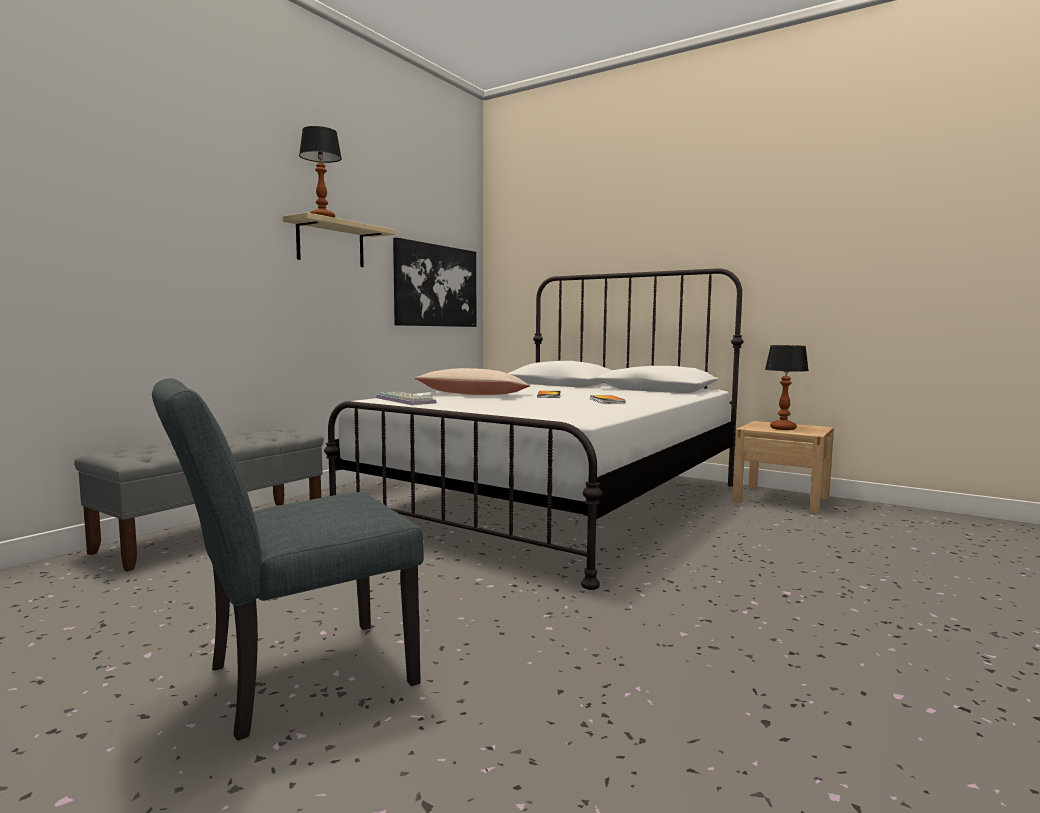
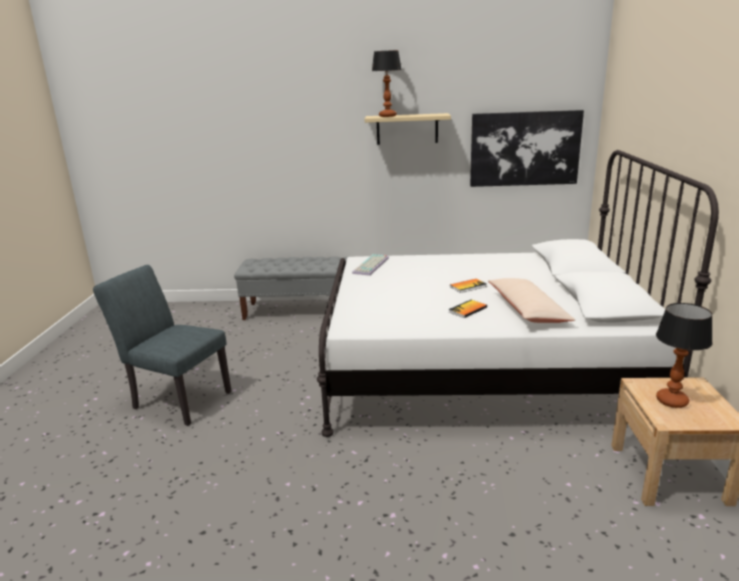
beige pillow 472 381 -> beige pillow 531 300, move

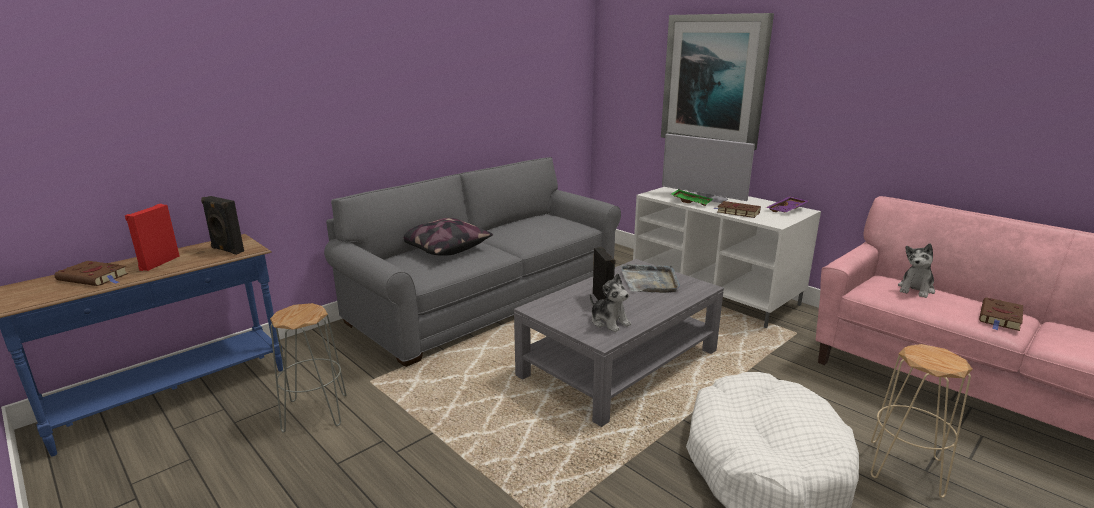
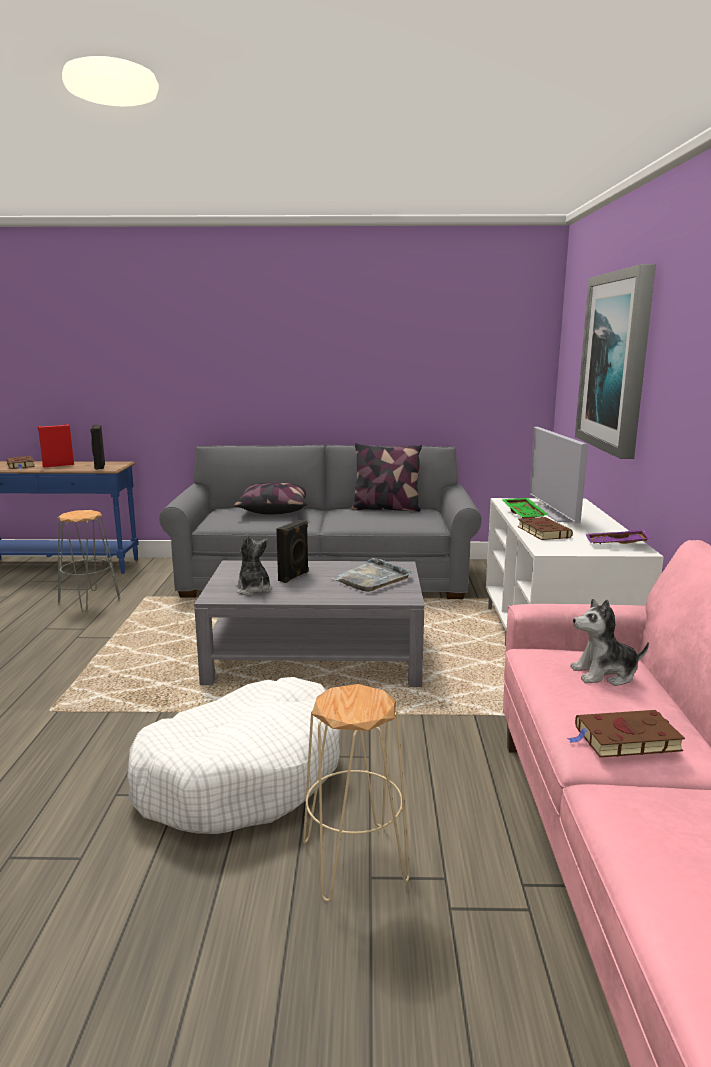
plush toy 610 302 -> plush toy 254 565, 150 degrees clockwise
none -> pillow 386 477

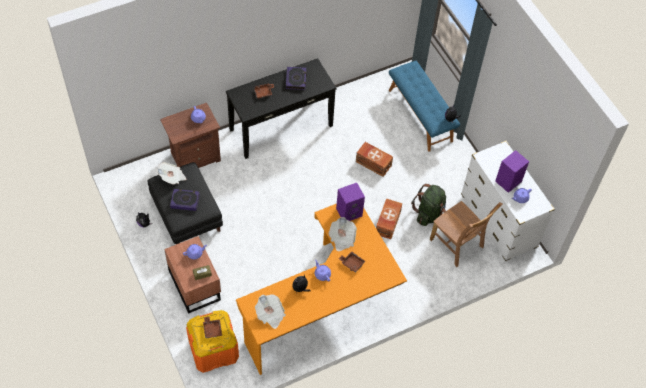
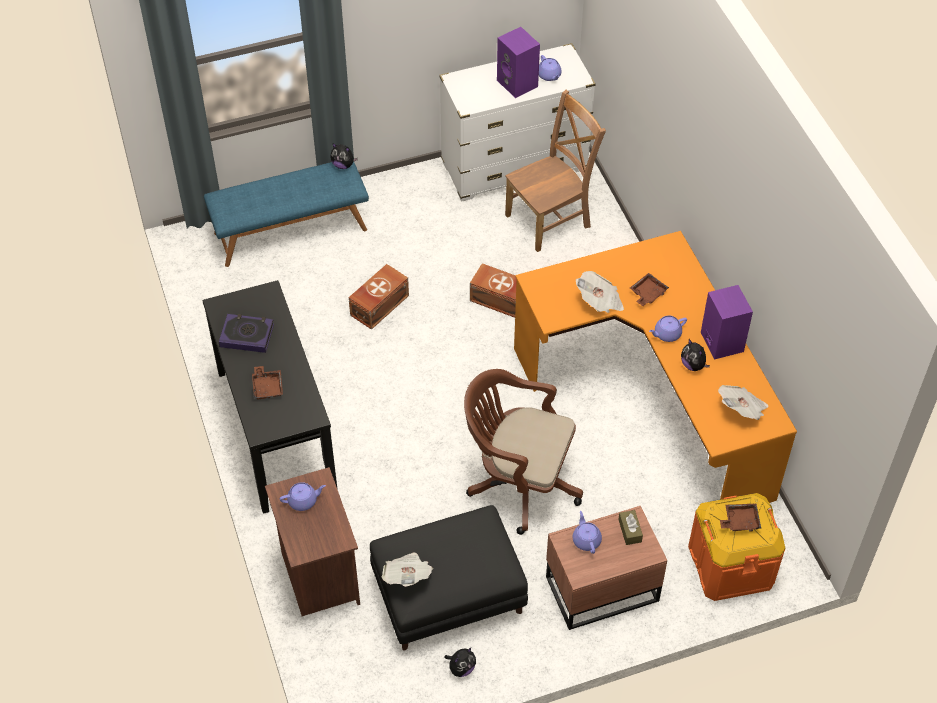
none -> brown office chair 523 452
purple speaker 350 202 -> purple speaker 727 322, move
book 185 200 -> none
green backpack 428 205 -> none

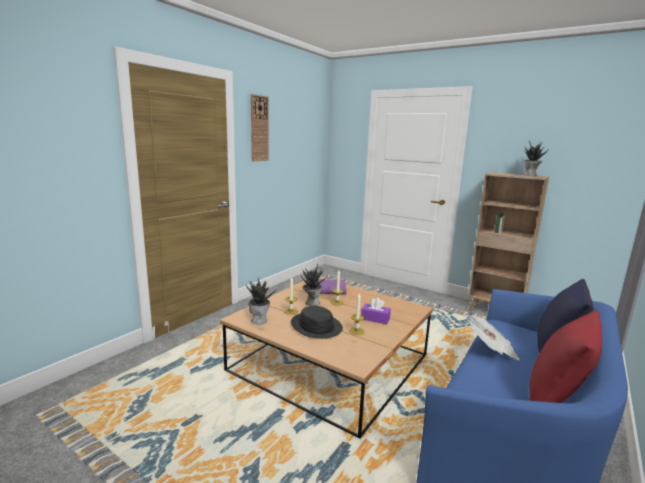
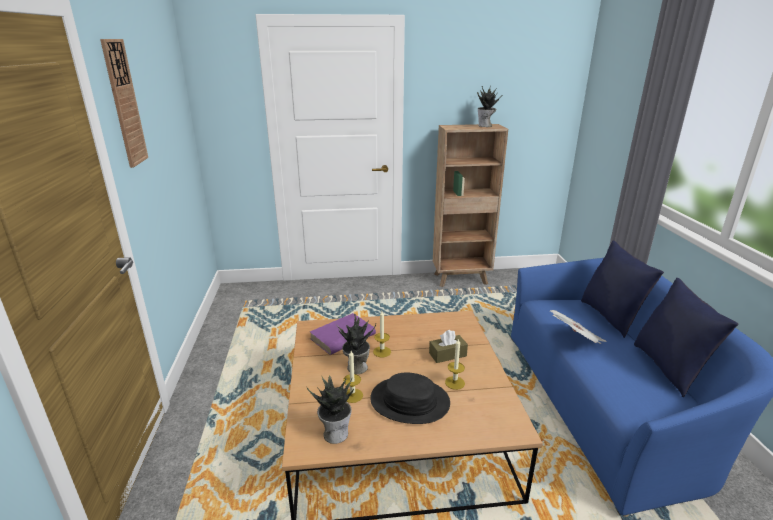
purple tissue box 376 311 -> brown tissue box 448 346
red pillow 565 357 -> blue pillow 686 337

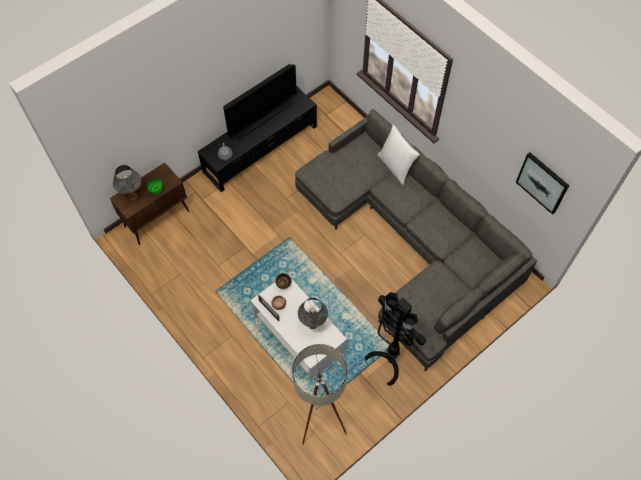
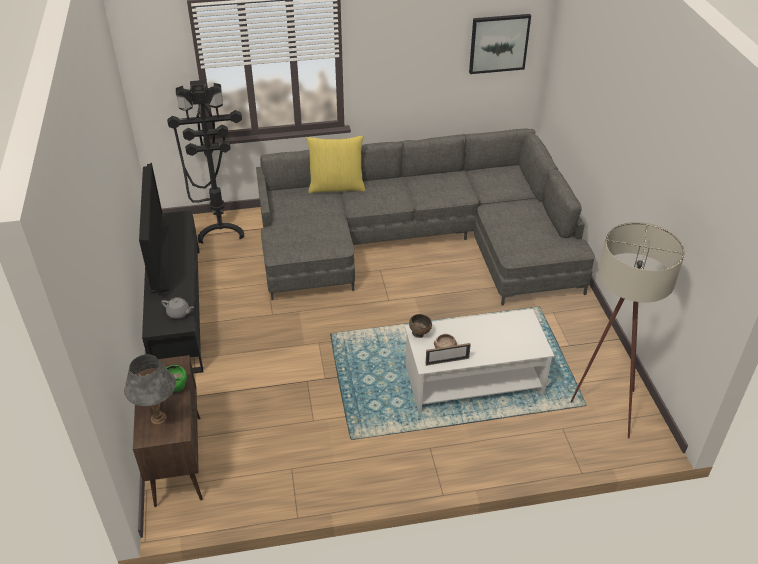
black floor lamp 395 339 -> black floor lamp 205 162, move
white pillow 399 154 -> yellow pillow 336 164
grey table lamp 313 313 -> none

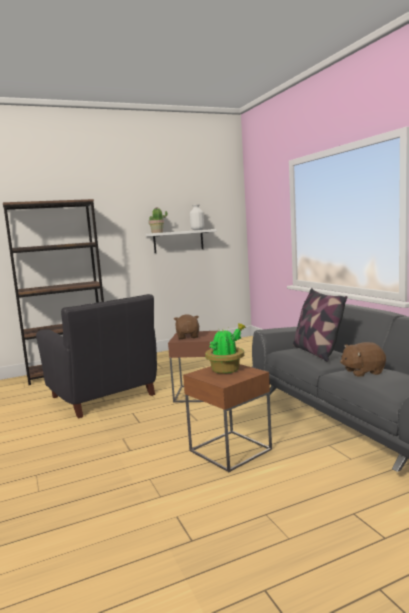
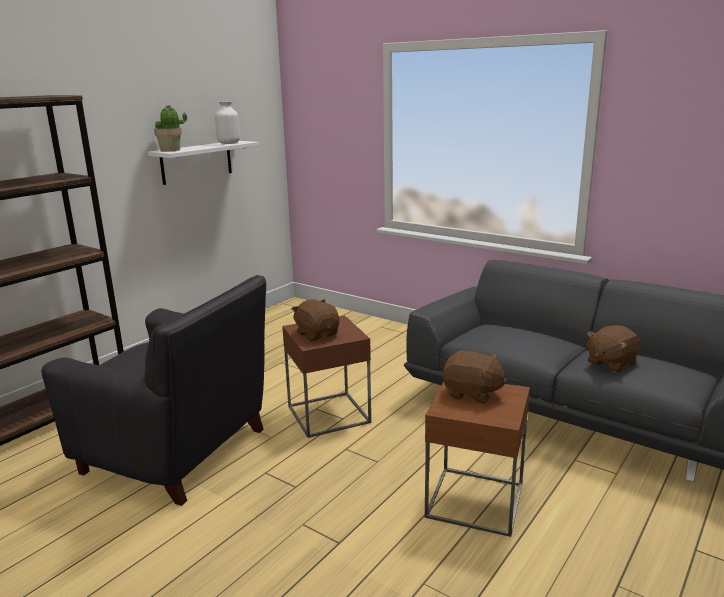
potted plant 225 348 -> brown plush toy 475 377
pillow 320 325 -> none

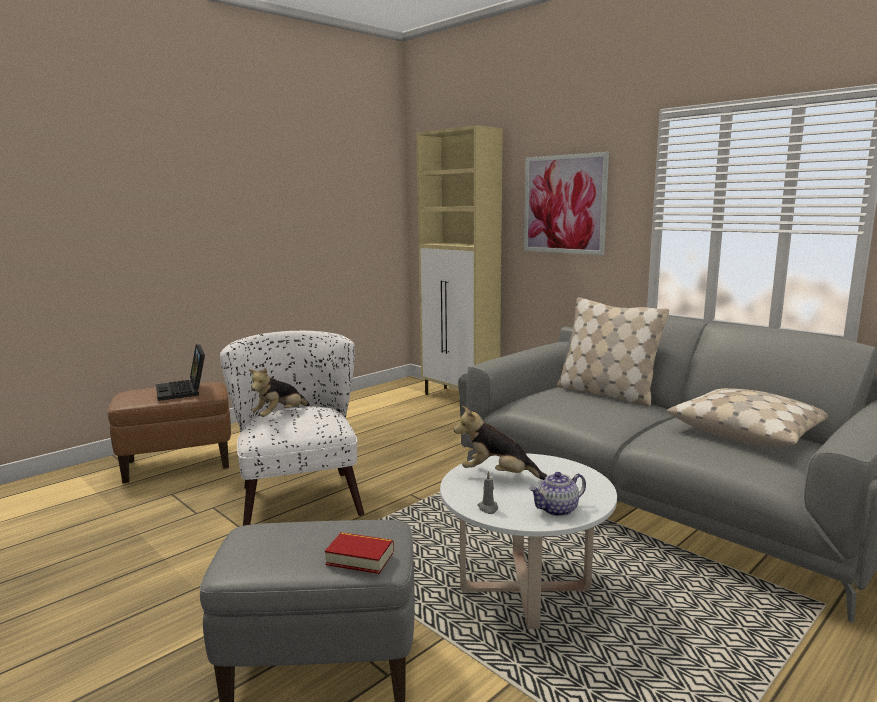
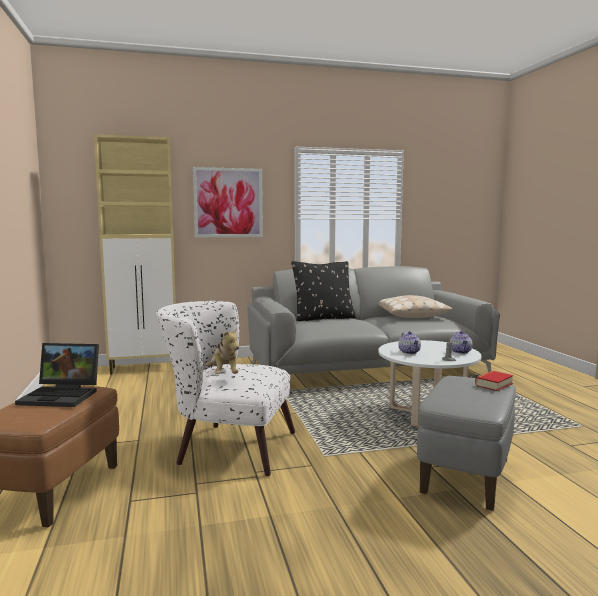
beige pillow 613 351 -> black pillow 323 291
plush toy 501 443 -> teapot 409 342

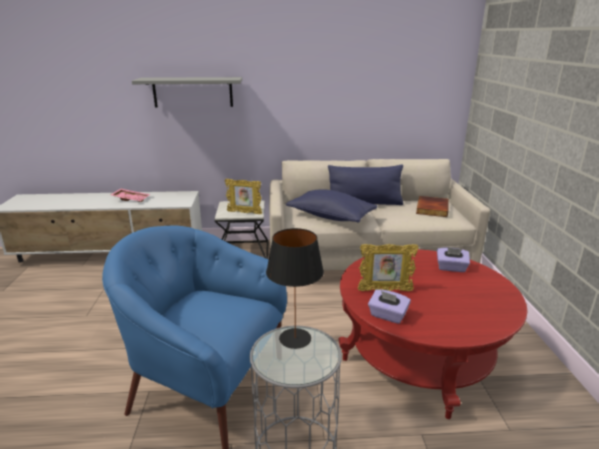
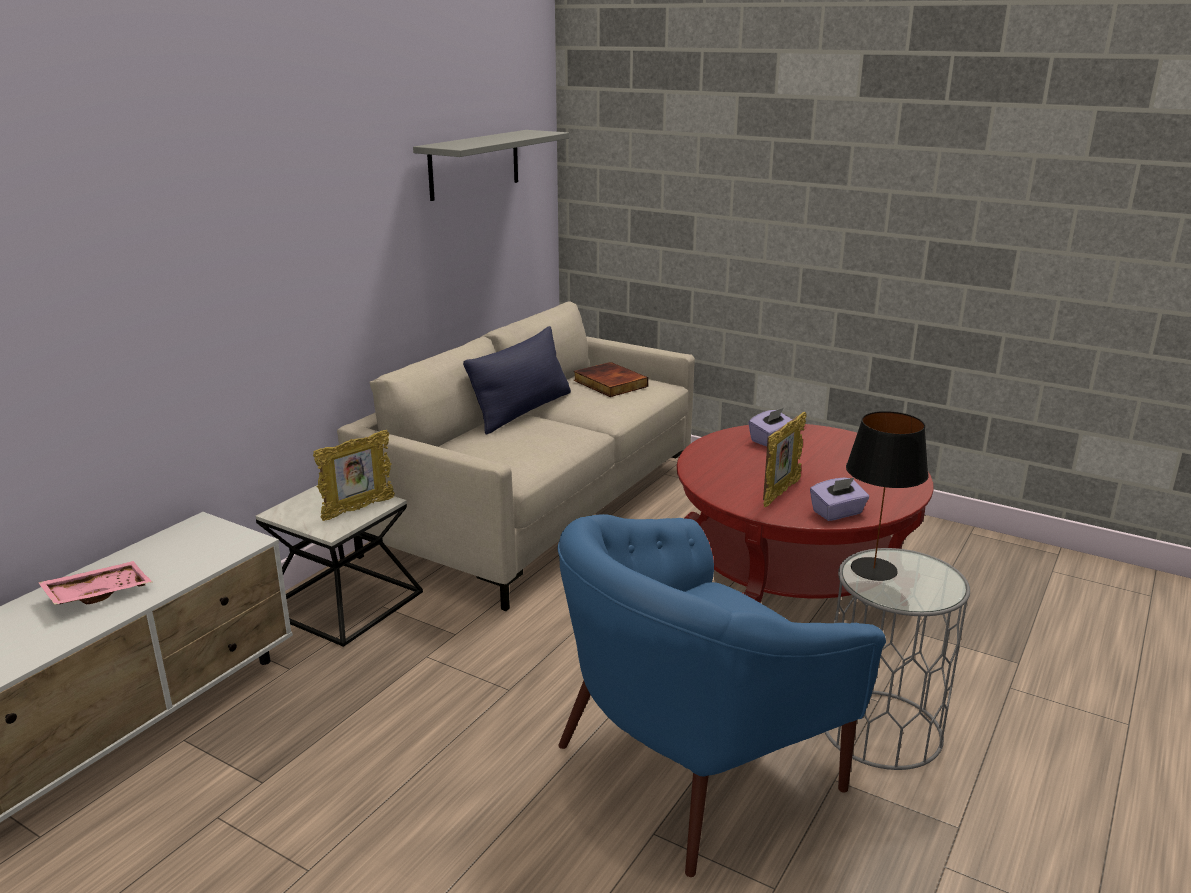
grey shelf 187 92 -> grey shelf 491 165, move
blue pillow 332 206 -> none

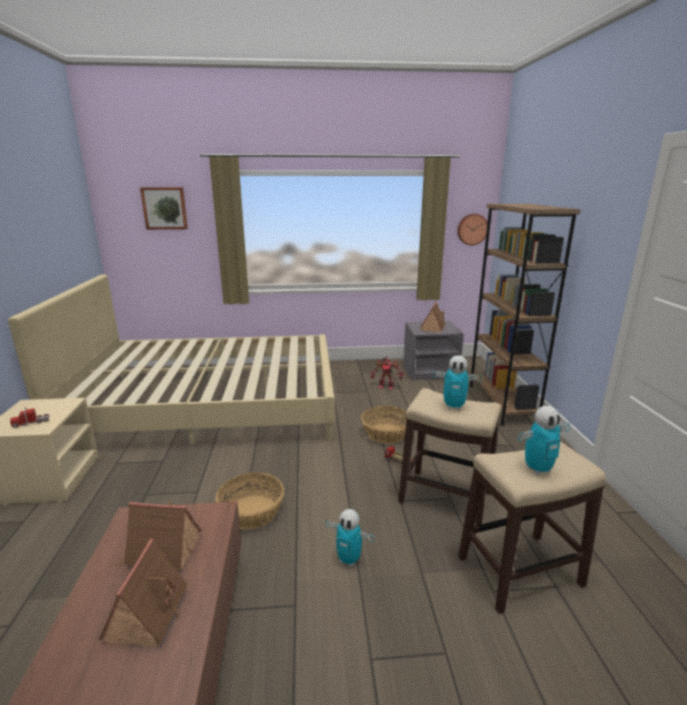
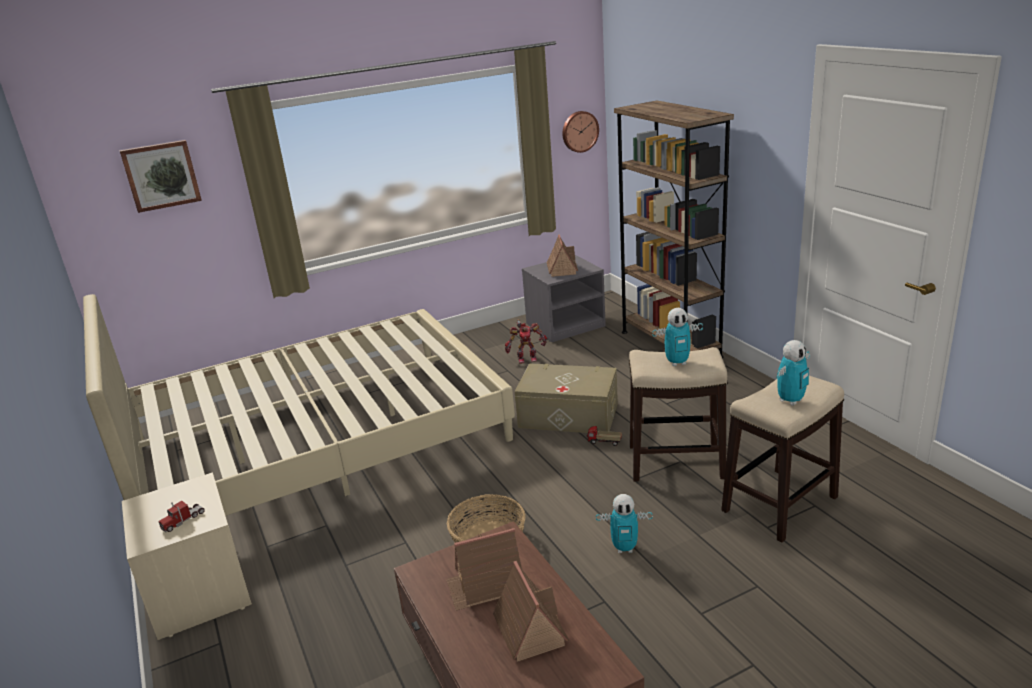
basket 384 425 -> beige storage box 566 398

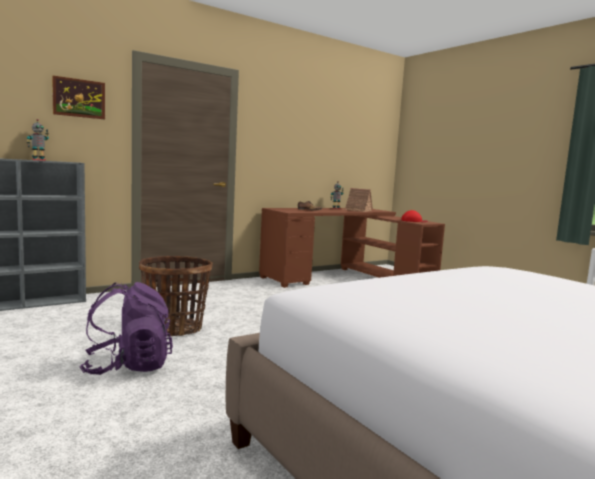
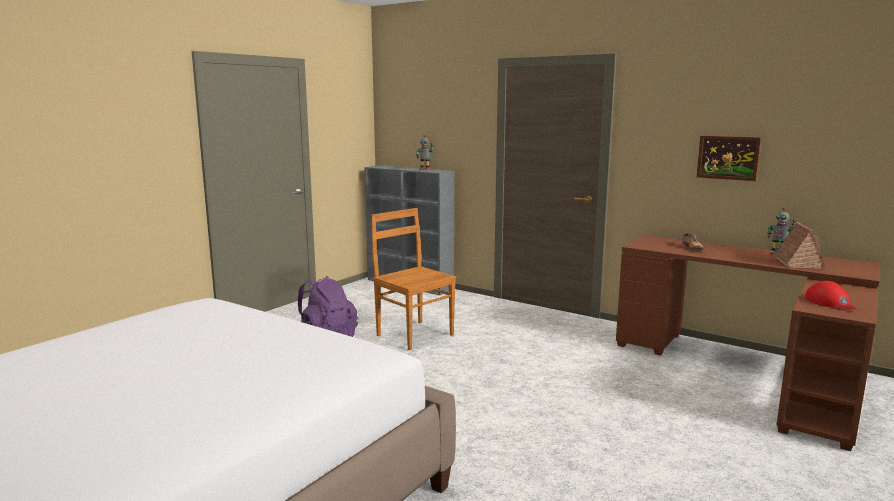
basket 176 296 -> brown chair 413 279
picture 78 97 -> picture 728 158, move

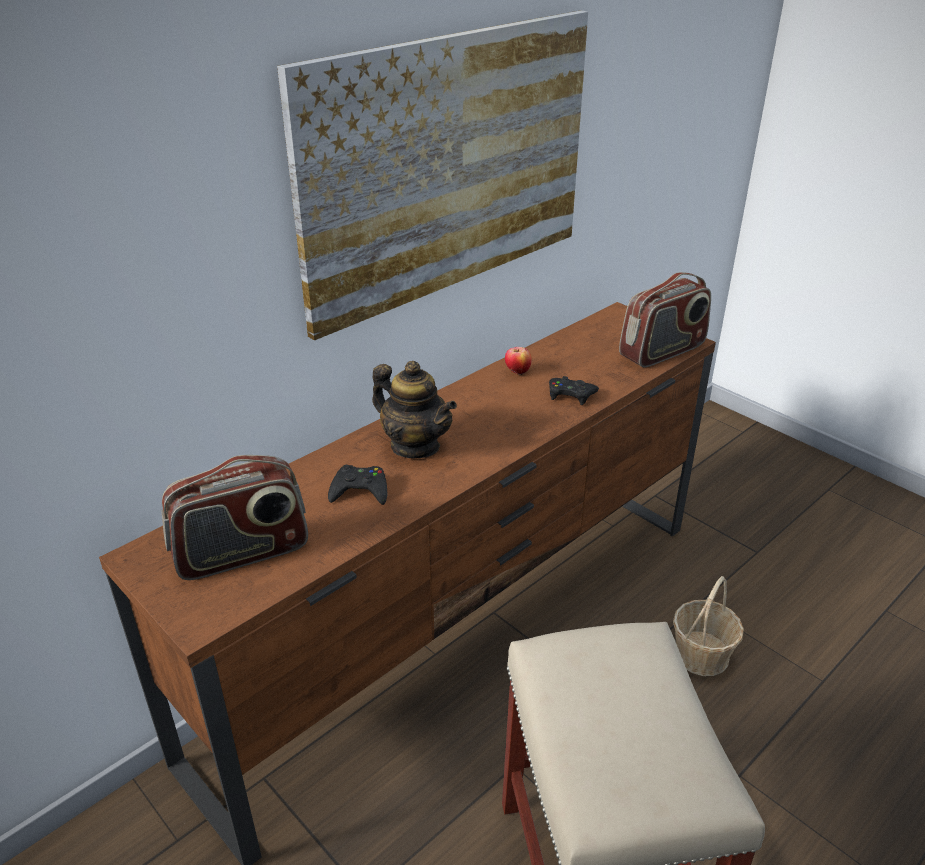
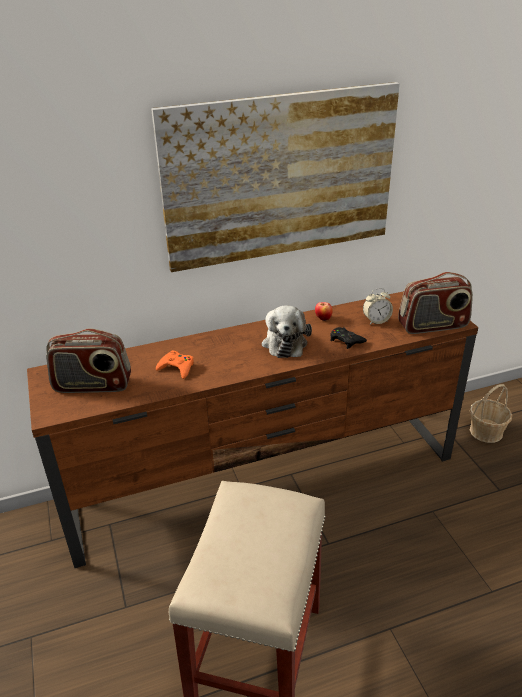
black game controller 357 485 -> orange game controller 175 364
none -> plush toy 287 331
none -> alarm clock 378 306
basket 708 626 -> basket 491 413, move
teapot 414 409 -> none

